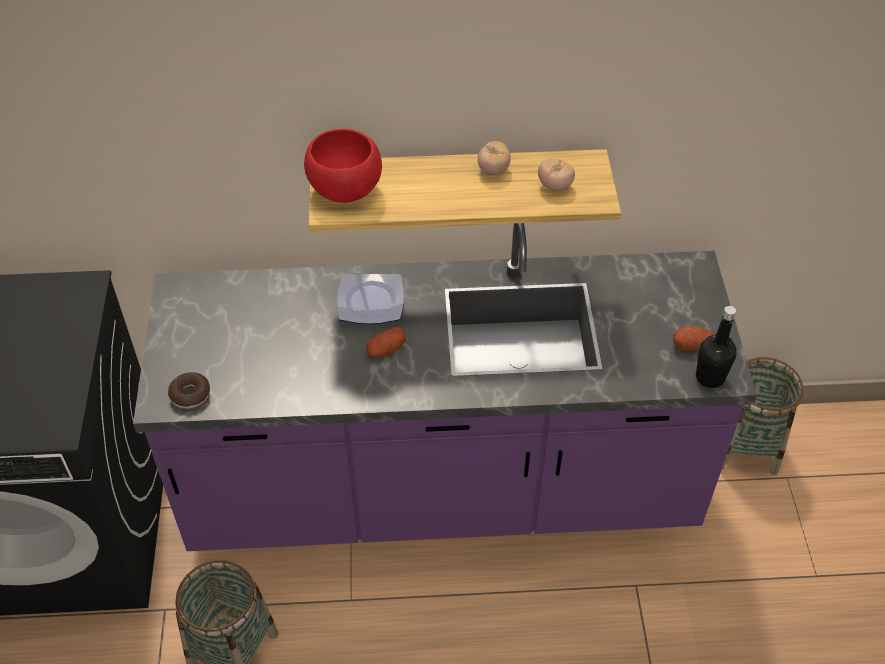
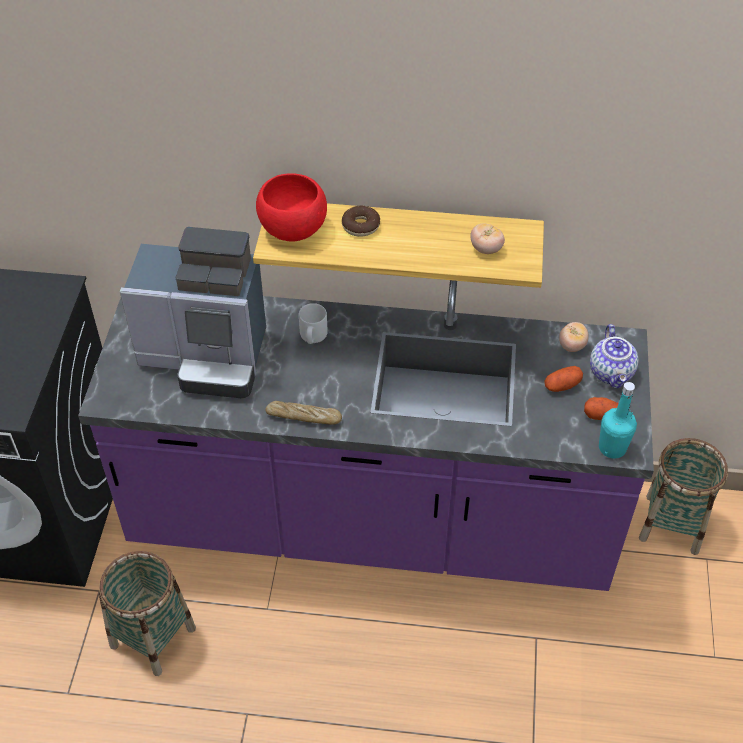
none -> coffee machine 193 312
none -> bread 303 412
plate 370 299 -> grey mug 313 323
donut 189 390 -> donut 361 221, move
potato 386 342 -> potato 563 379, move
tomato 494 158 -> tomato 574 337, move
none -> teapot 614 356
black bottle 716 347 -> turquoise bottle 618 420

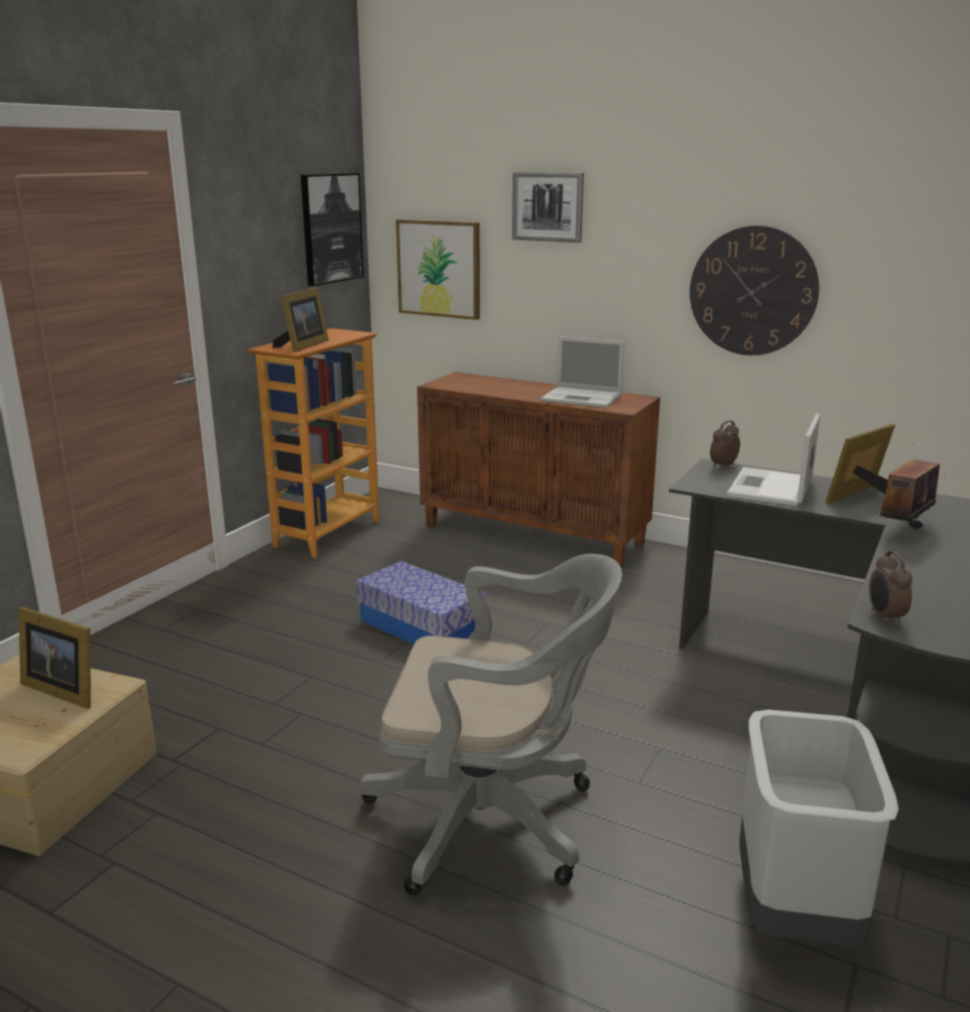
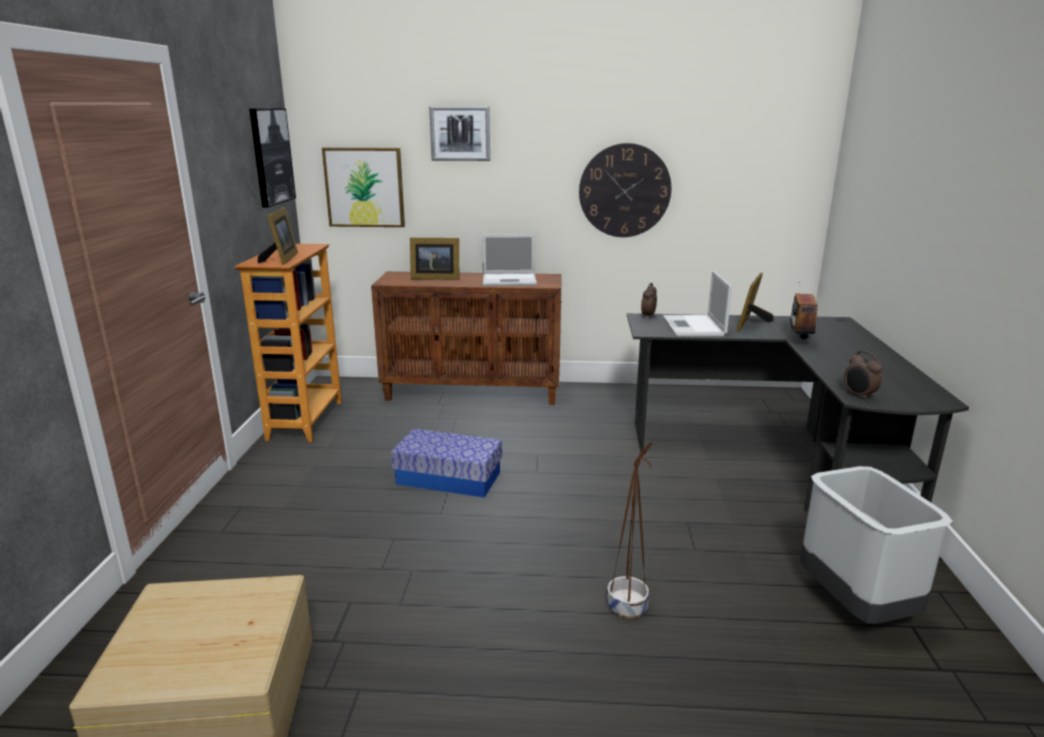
picture frame 54 658 -> picture frame 434 259, move
grey office chair 490 725 -> brown planter 630 530

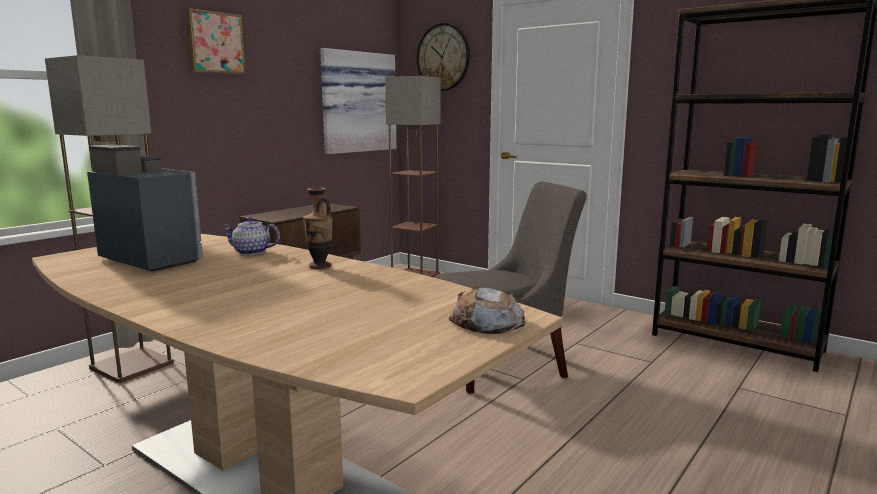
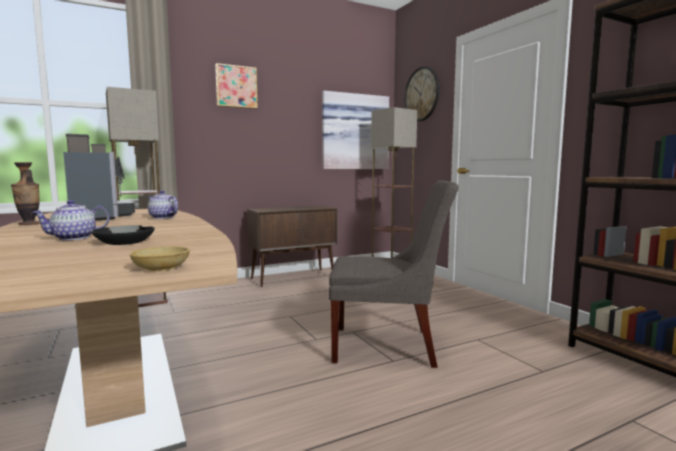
vase 318 228 -> vase 25 193, move
none -> teapot 70 220
none -> black bowl 123 235
bread 487 310 -> beige bowl 160 258

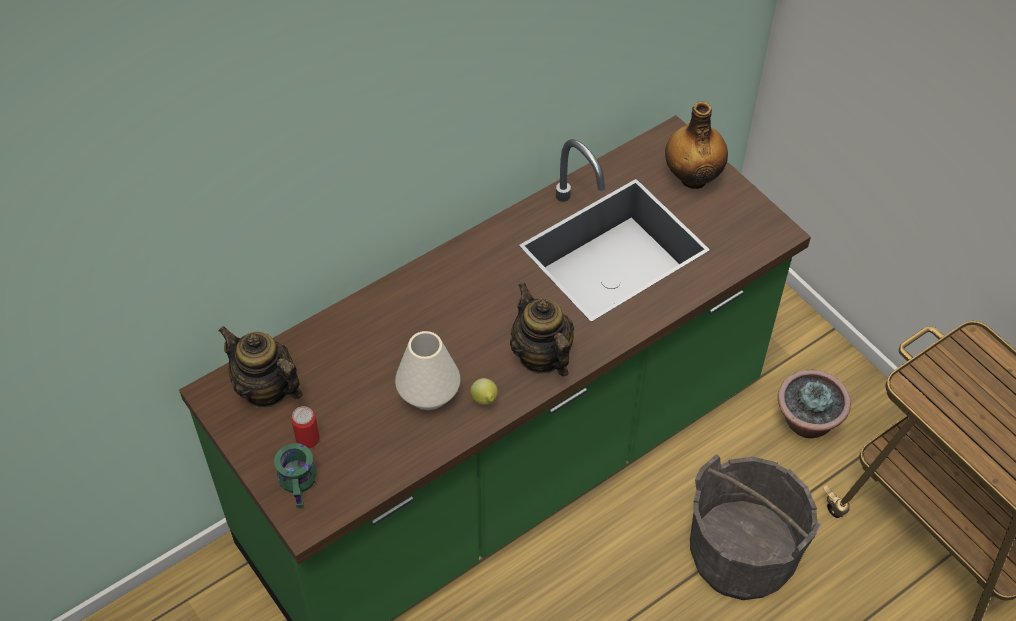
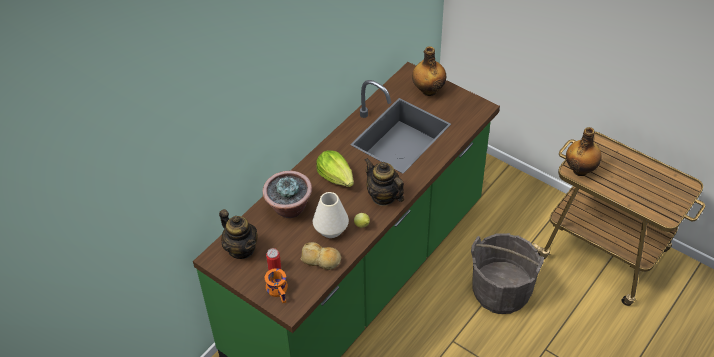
teapot 260 367 -> teapot 238 234, 150 degrees counterclockwise
potted plant 814 404 -> potted plant 287 194, move
green mug 295 475 -> orange mug 276 285
none -> bread 321 256
none -> lettuce 335 168
none -> bottle 584 151

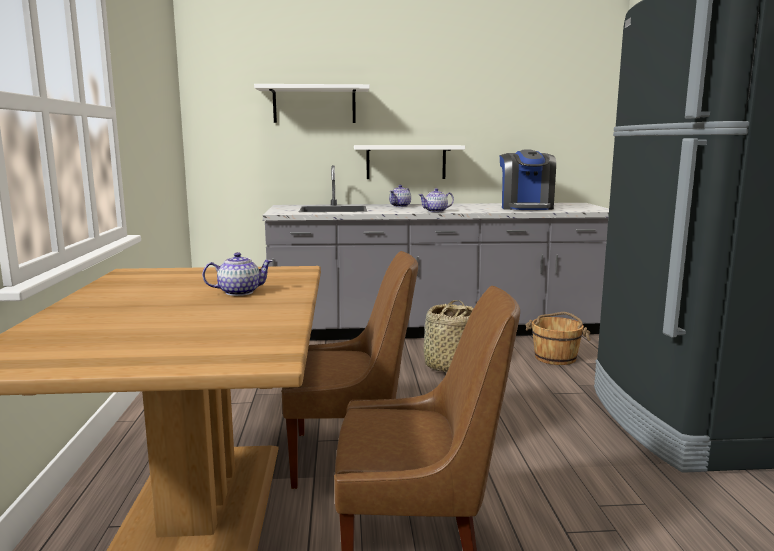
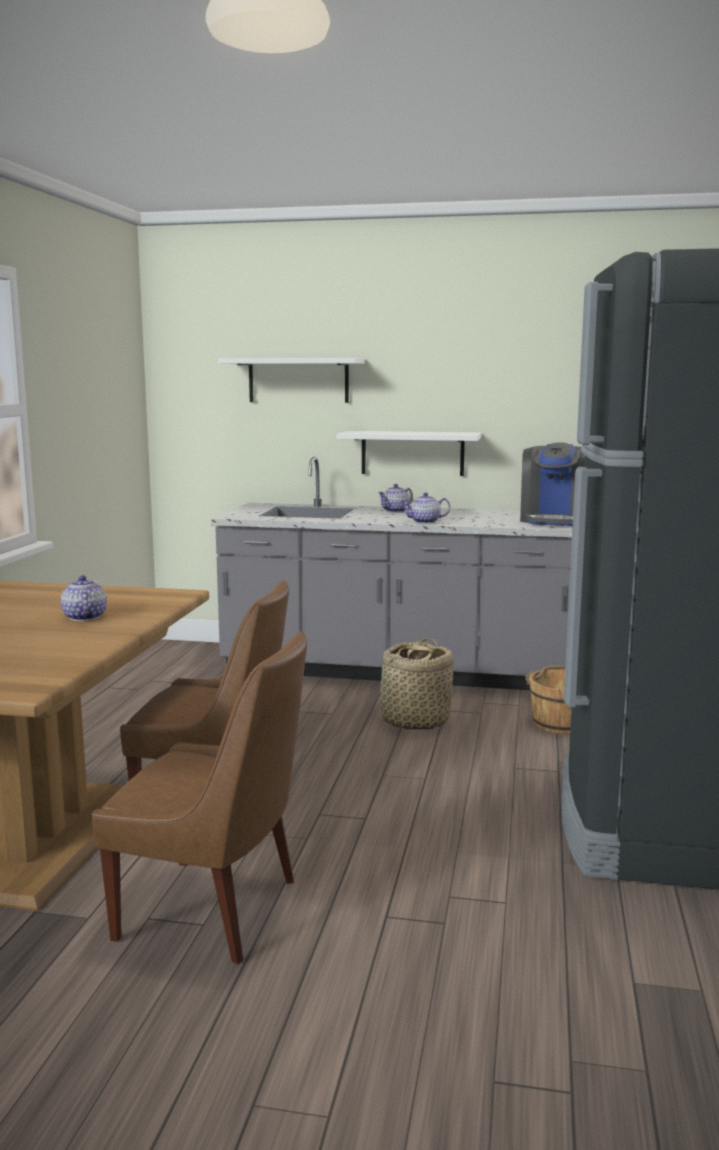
teapot 237 274 -> teapot 84 598, 105 degrees counterclockwise

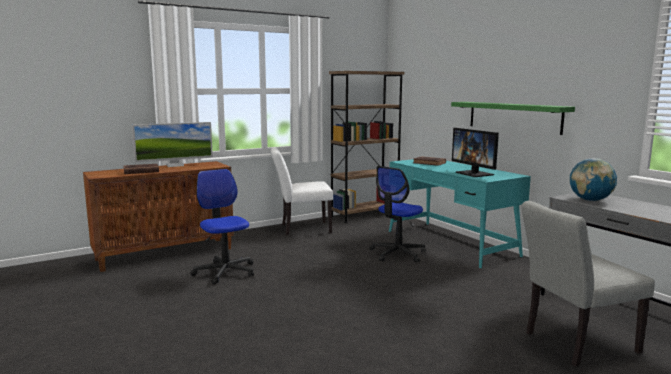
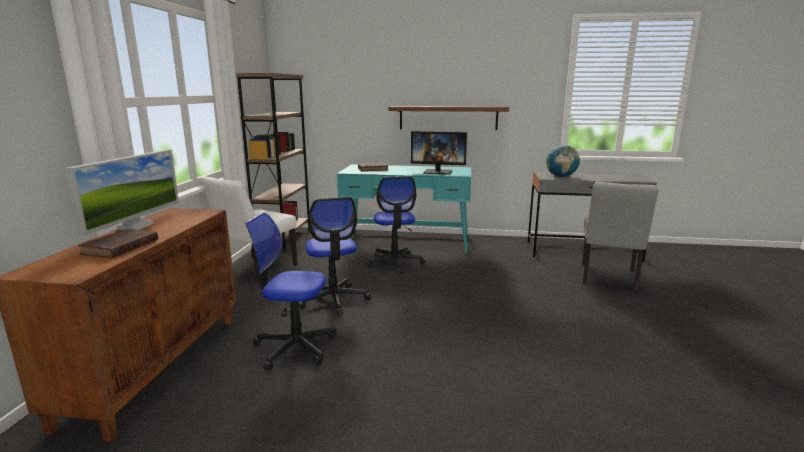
none -> office chair 334 256
green shelf 513 118 -> brown shelf 449 118

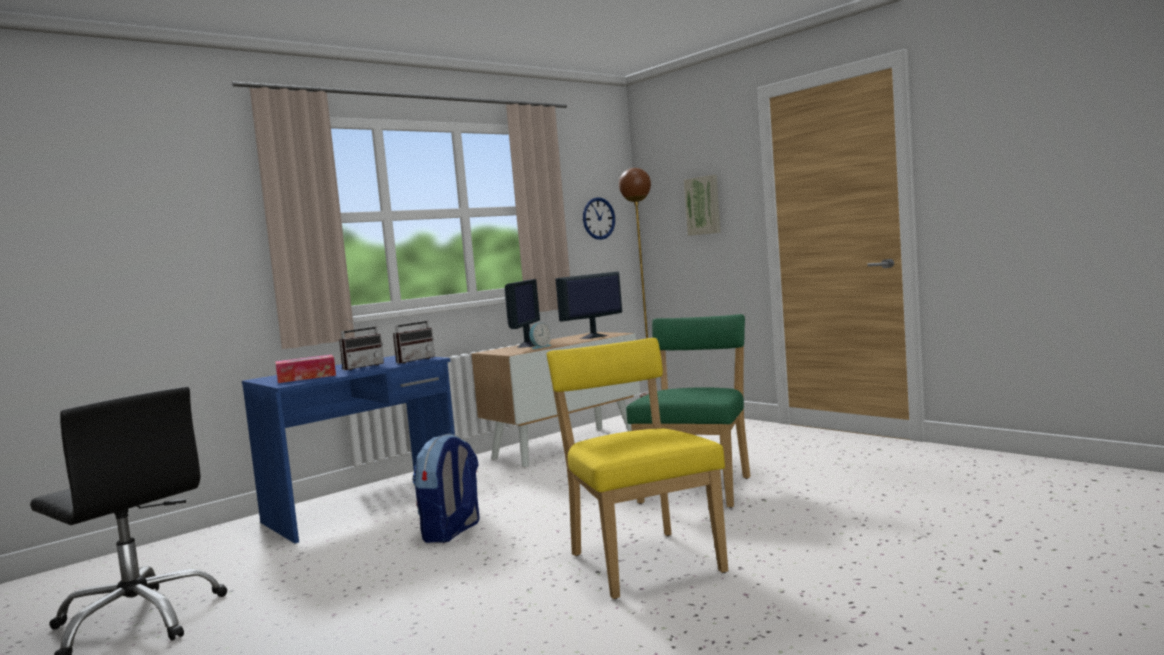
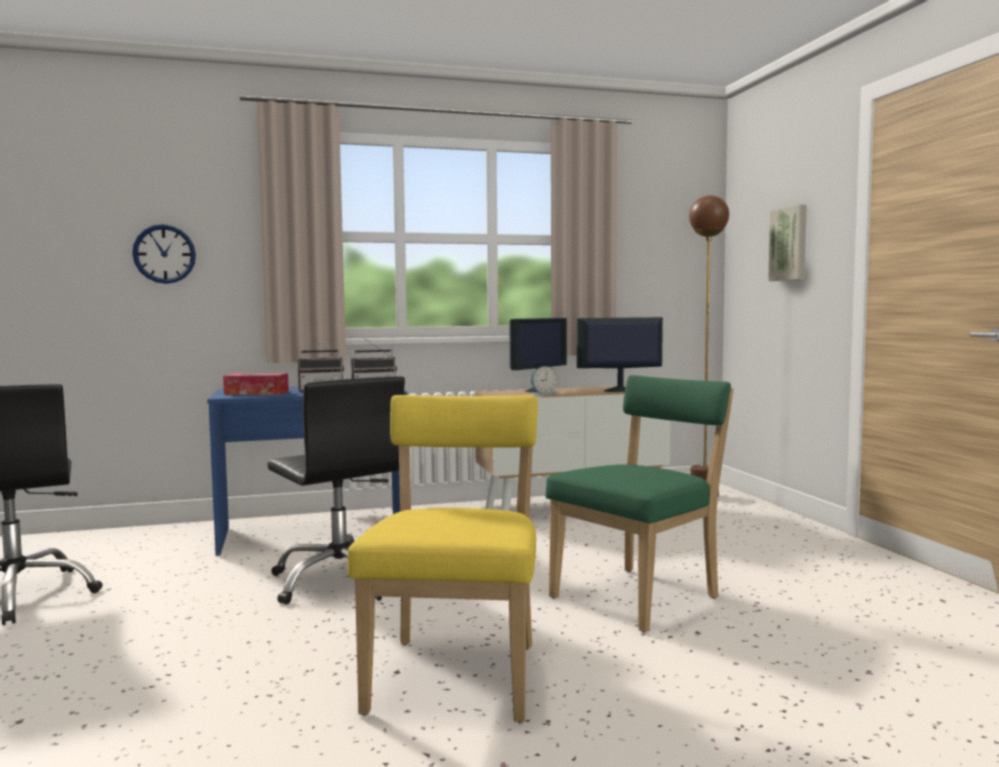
wall clock 599 218 -> wall clock 164 254, move
backpack 446 488 -> black office chair 336 491

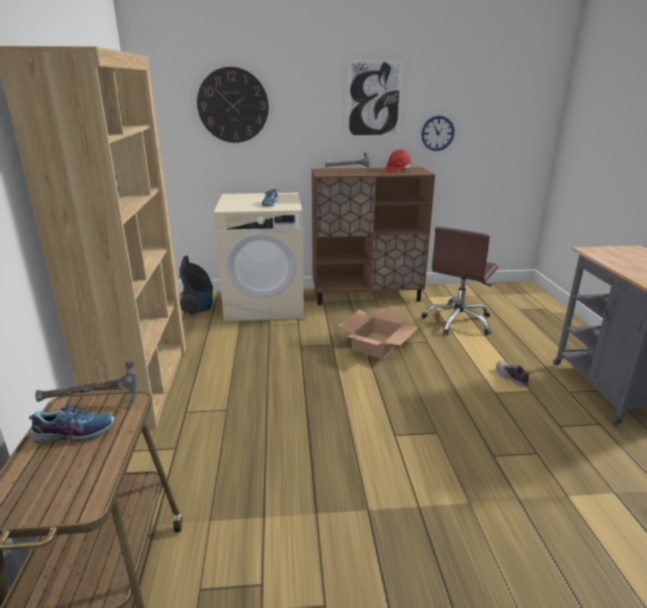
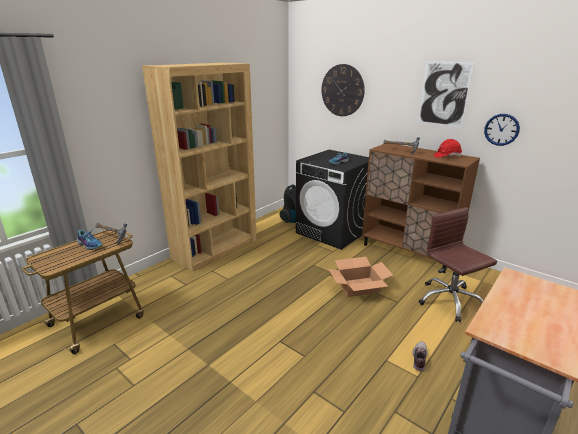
beige washing machine 259 257 -> black washing machine 332 200
brown office chair 460 281 -> brown office chair 458 264, 75 degrees clockwise

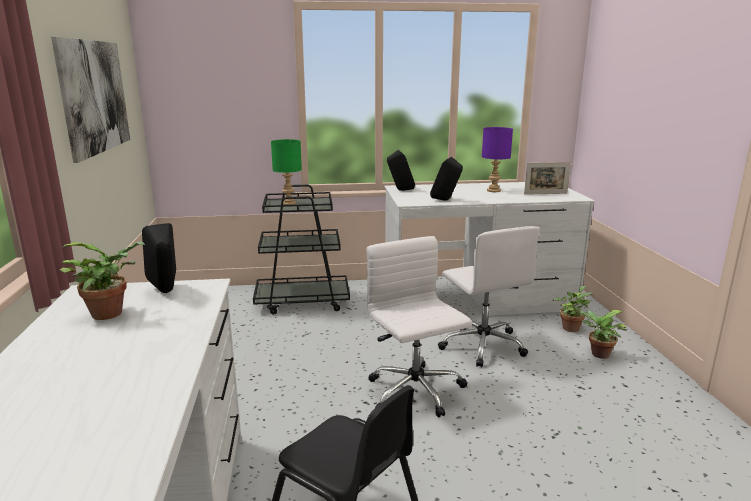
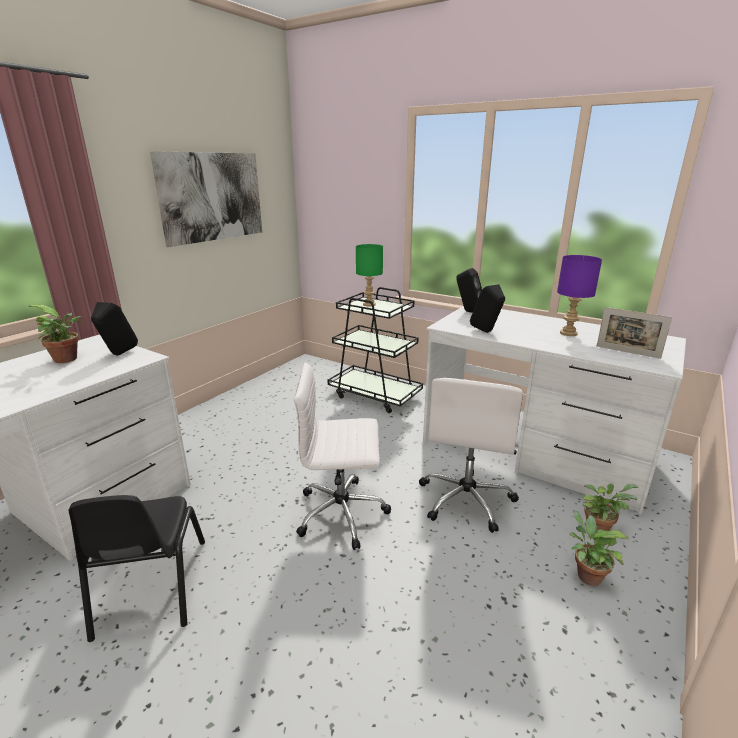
white office chair 419 327 -> white office chair 342 456, 105 degrees counterclockwise

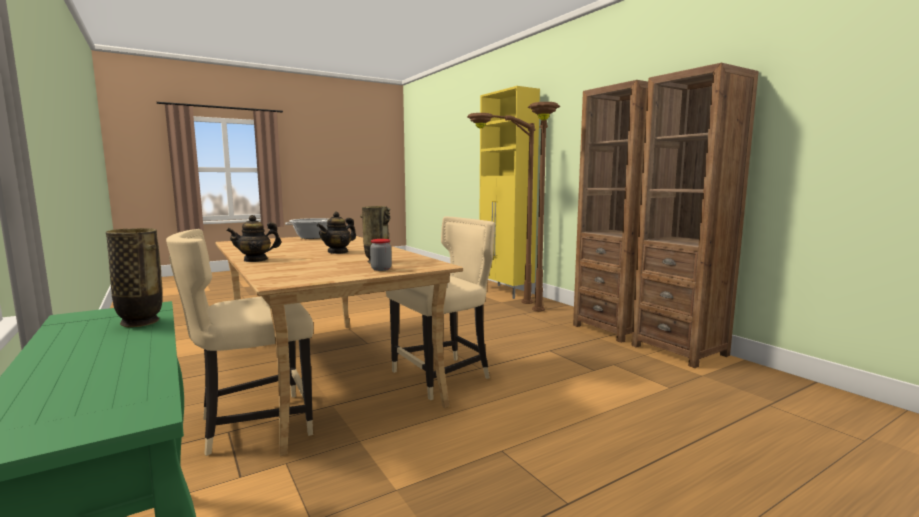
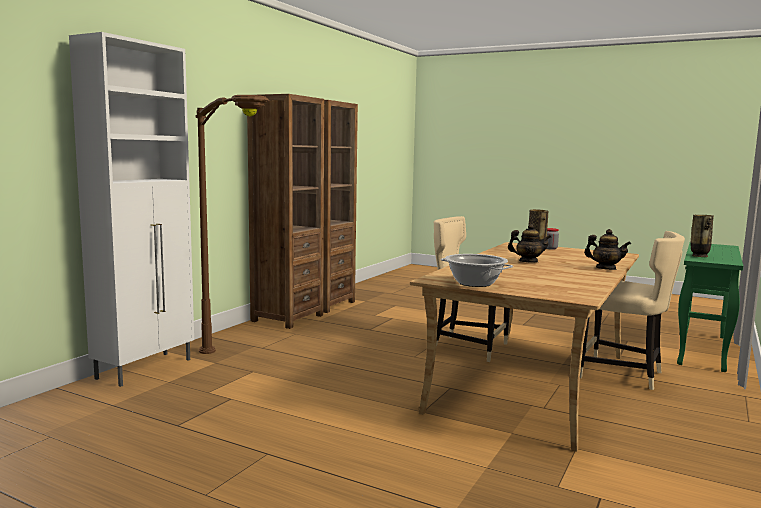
yellow cabinet 509 192 -> white cabinet 131 209
brown floor lamp 544 207 -> none

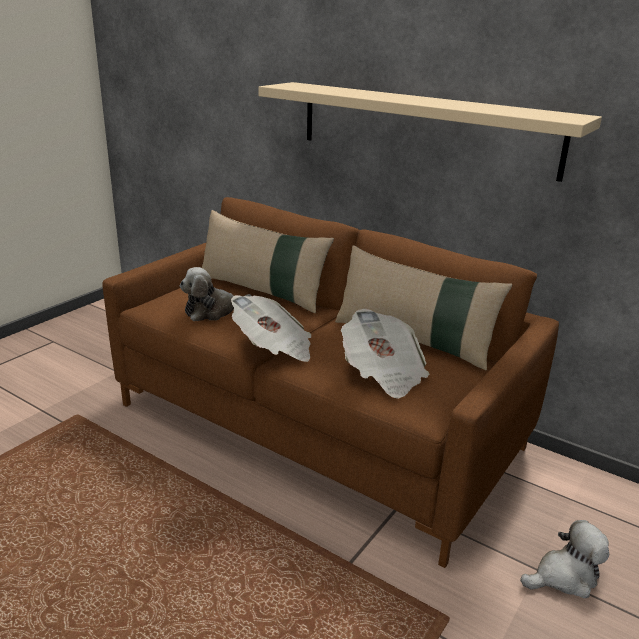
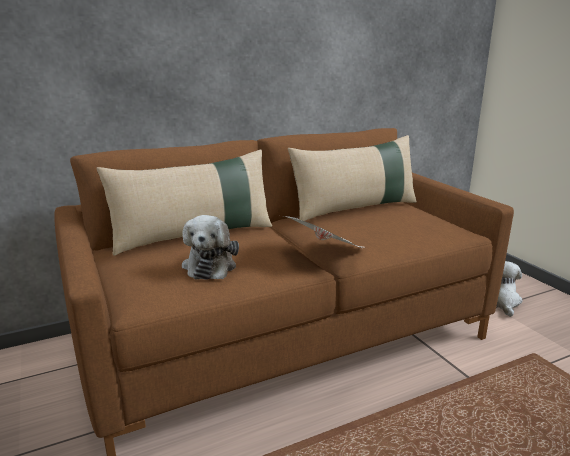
beige shelf 430 132 -> none
newspaper 385 354 -> none

